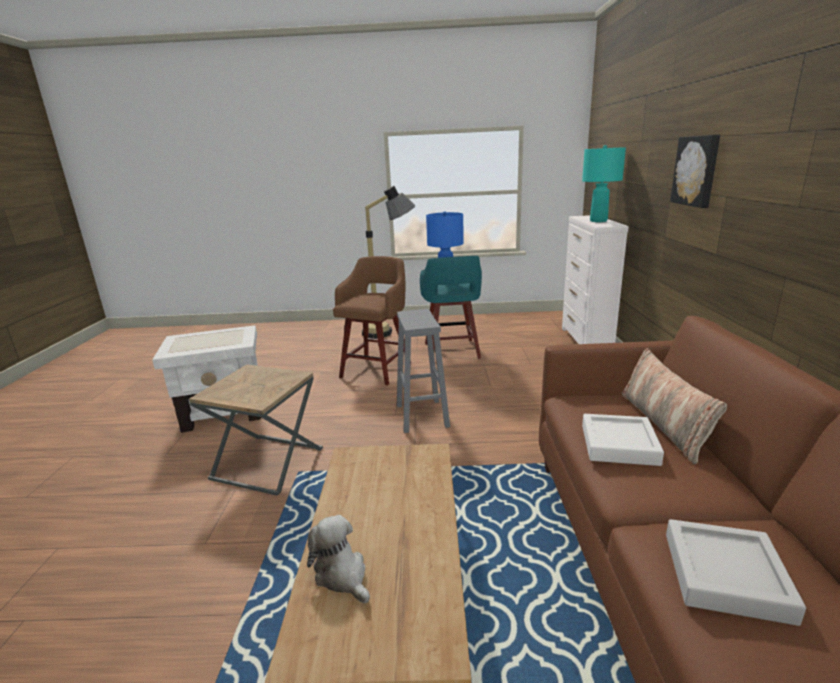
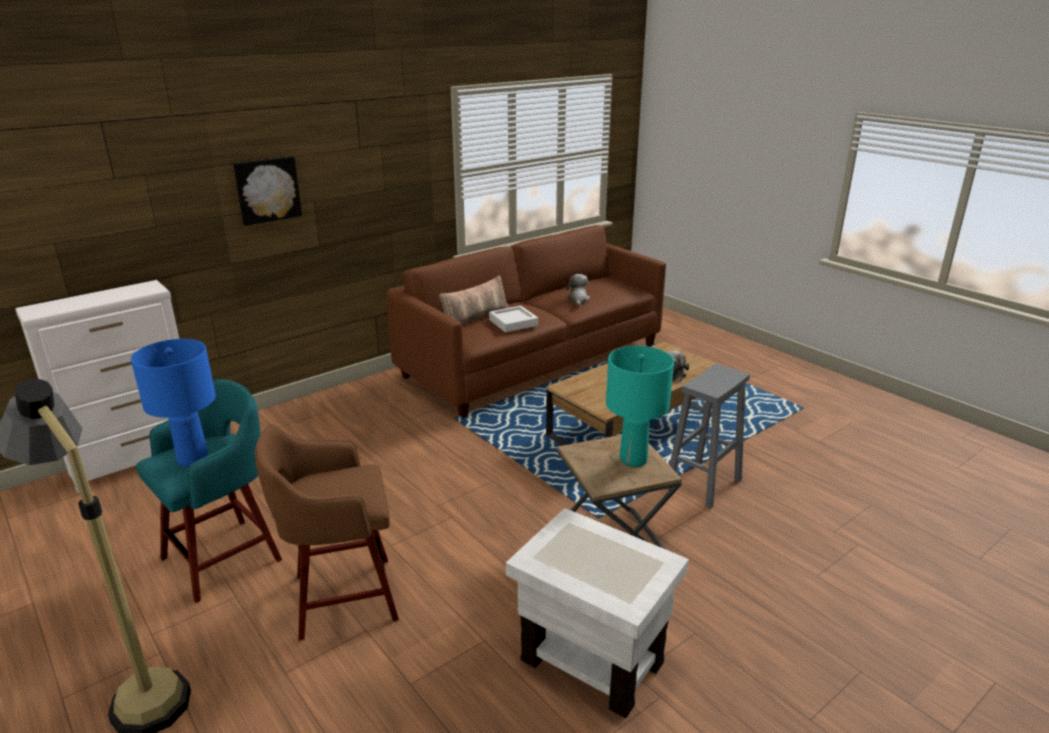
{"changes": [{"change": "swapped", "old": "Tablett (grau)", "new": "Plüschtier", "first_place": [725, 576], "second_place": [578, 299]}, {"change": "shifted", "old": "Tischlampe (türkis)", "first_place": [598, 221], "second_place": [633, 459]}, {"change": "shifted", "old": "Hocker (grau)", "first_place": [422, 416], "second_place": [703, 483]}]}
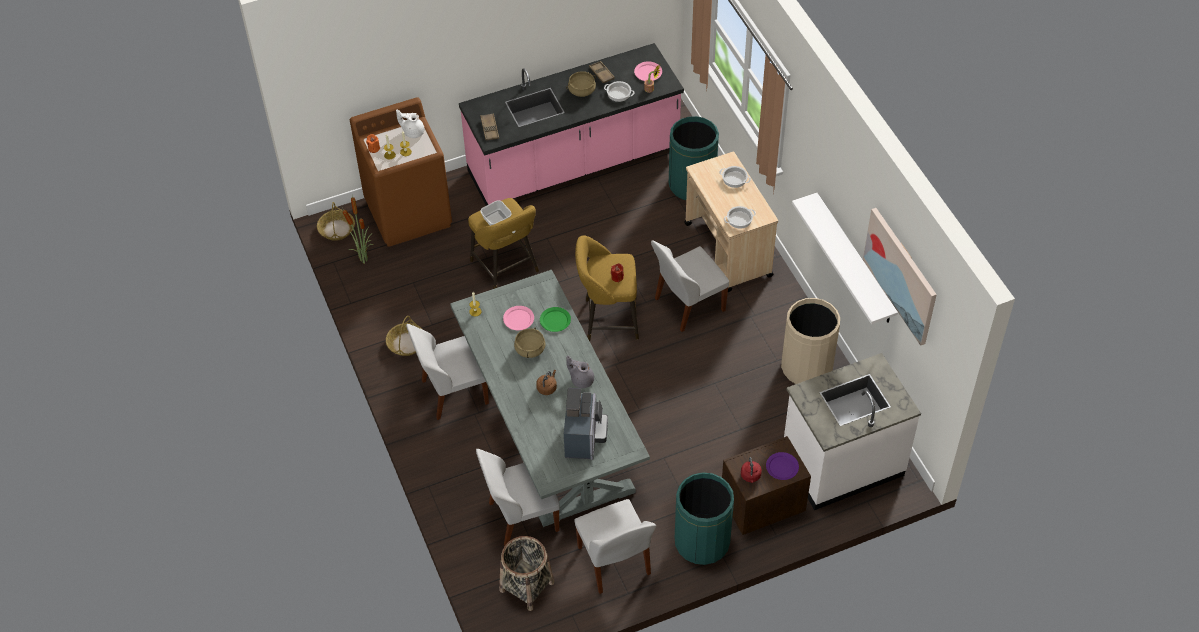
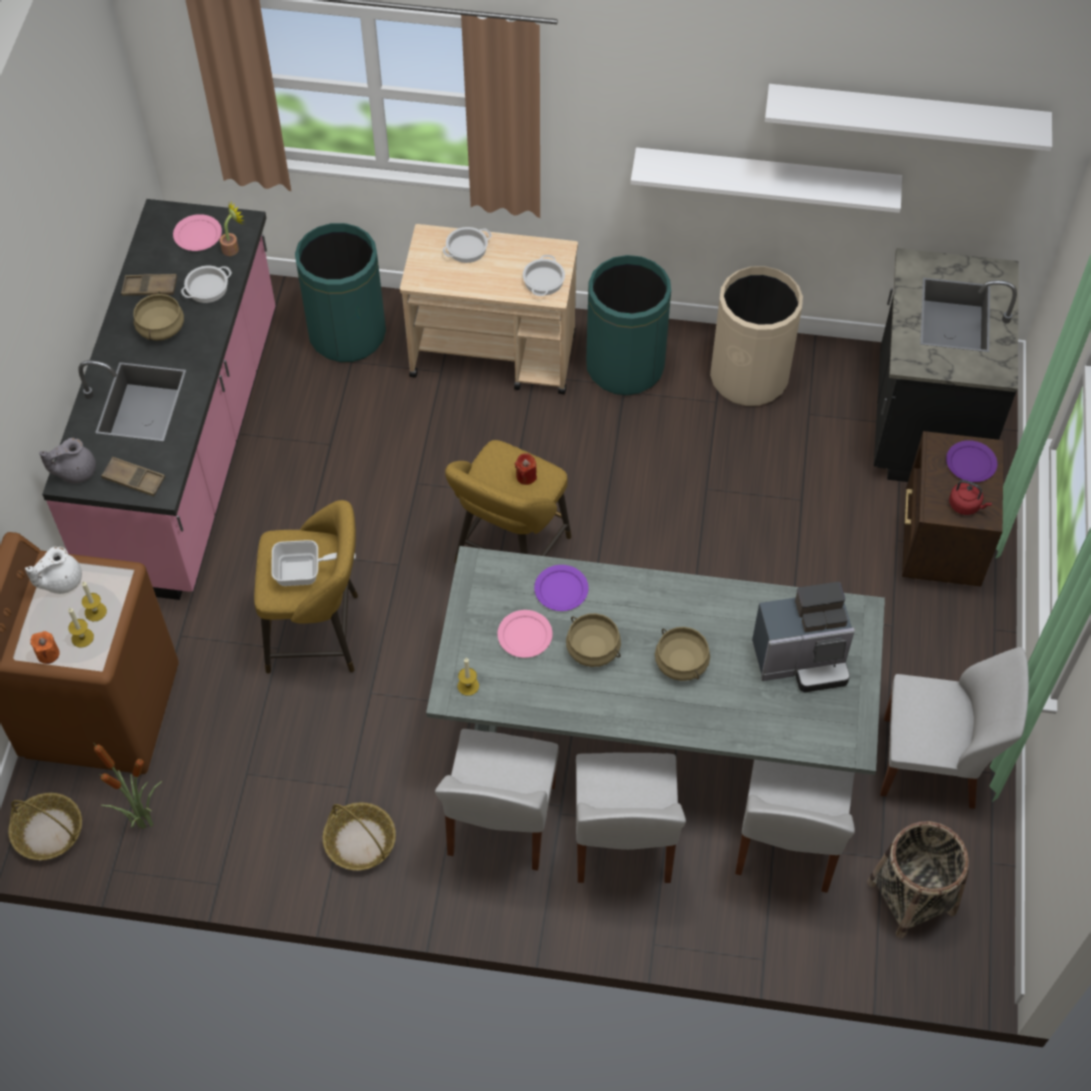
{"changes": [{"change": "shifted", "old": "Teekanne (grau)", "first_place": [581, 379], "second_place": [75, 471]}, {"change": "repainted", "old": "Teller (grün)", "new": "Teller (lila)", "first_place": [555, 320], "second_place": [561, 589]}, {"change": "shifted", "old": "Stuhl (weiß)", "first_place": [687, 305], "second_place": [623, 842]}, {"change": "shifted", "old": "Mülleimer (grün)", "first_place": [702, 542], "second_place": [625, 366]}, {"change": "swapped", "old": "Wasserkessel (braun)", "new": "Kochtopf (beige)", "first_place": [547, 387], "second_place": [681, 662]}, {"change": "rotated", "old": "Kaffeemaschine", "first_place": [584, 437], "second_place": [802, 660], "degrees": 135}, {"change": "swapped", "old": "Bild", "new": "Wandregal (weiß)", "first_place": [901, 275], "second_place": [905, 115]}, {"change": "repainted", "old": "Küchenzeile (weiß)", "new": "Küchenzeile (schwarz)", "first_place": [841, 463], "second_place": [924, 422]}]}
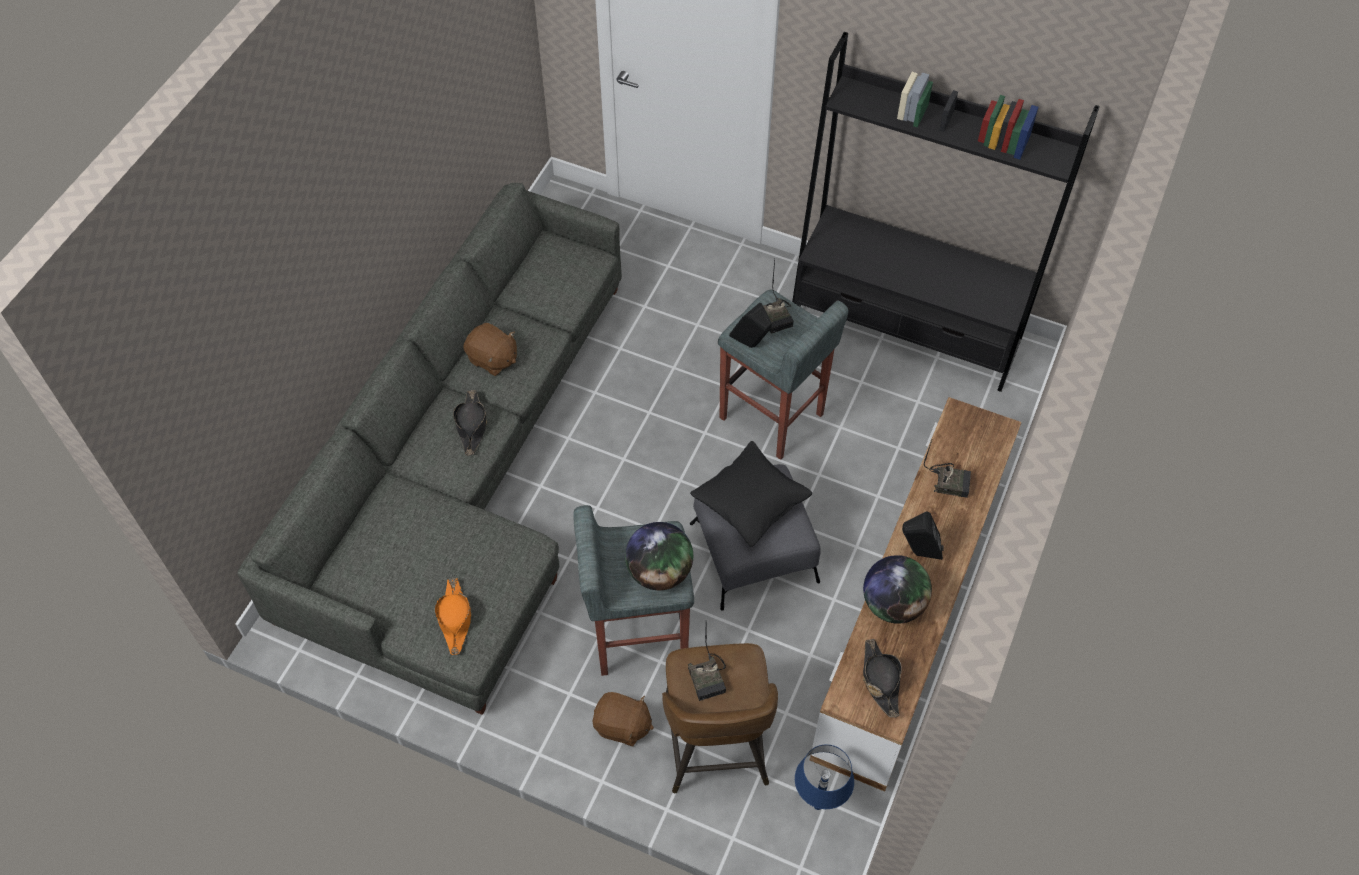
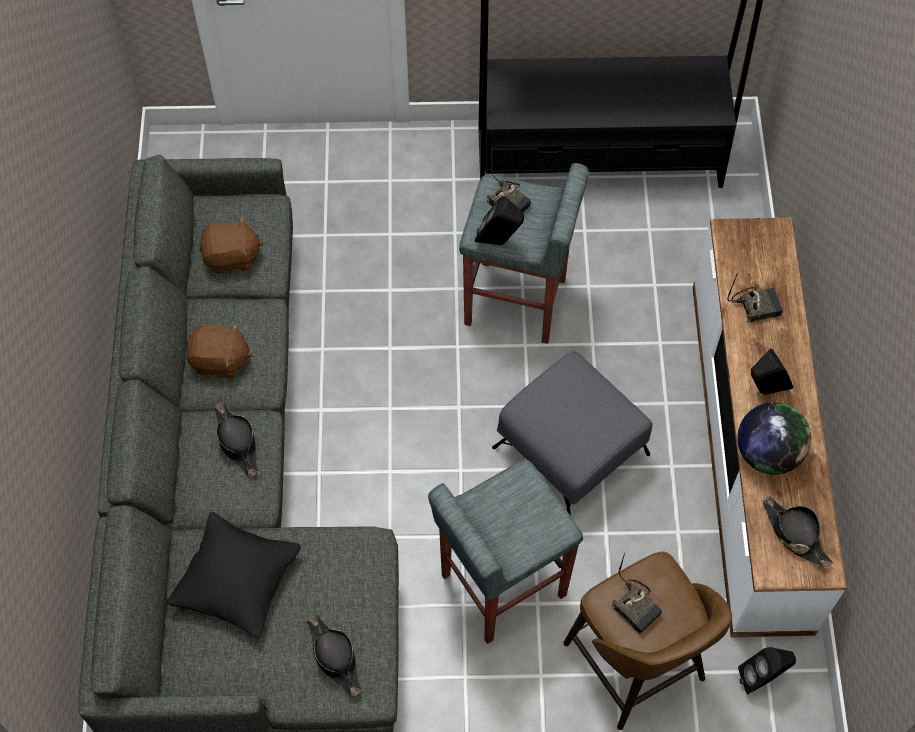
{"changes": [{"change": "shifted", "old": "Kissen (schwarz)", "first_place": [750, 501], "second_place": [236, 580]}, {"change": "shifted", "old": "Plüschtier (braun)", "first_place": [622, 726], "second_place": [232, 257]}, {"change": "repainted", "old": "Hut (orange)", "new": "Hut (schwarz)", "first_place": [455, 619], "second_place": [334, 657]}, {"change": "swapped", "old": "Tischlampe (blau)", "new": "Lautsprecher (schwarz)", "first_place": [818, 806], "second_place": [761, 678]}, {"change": "gone", "old": "Globus", "first_place": [659, 571]}]}
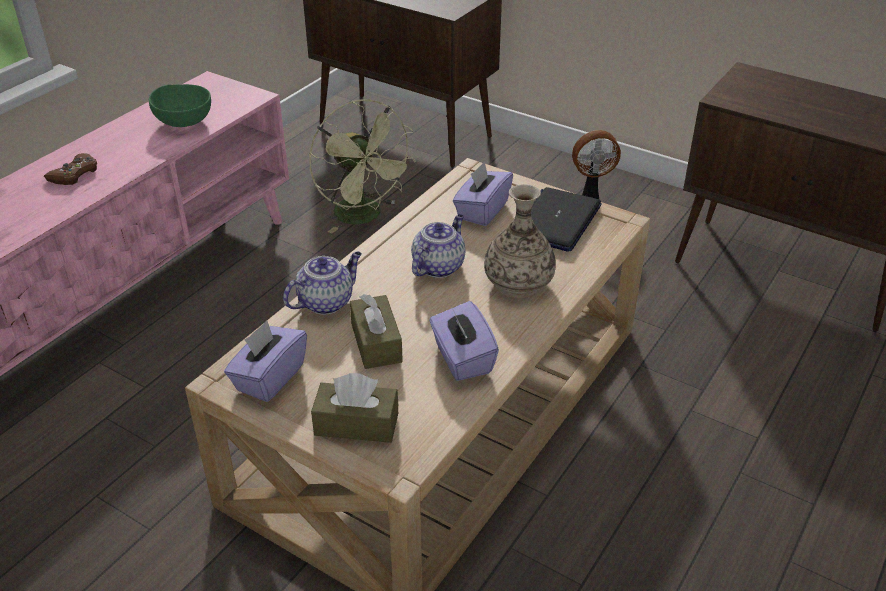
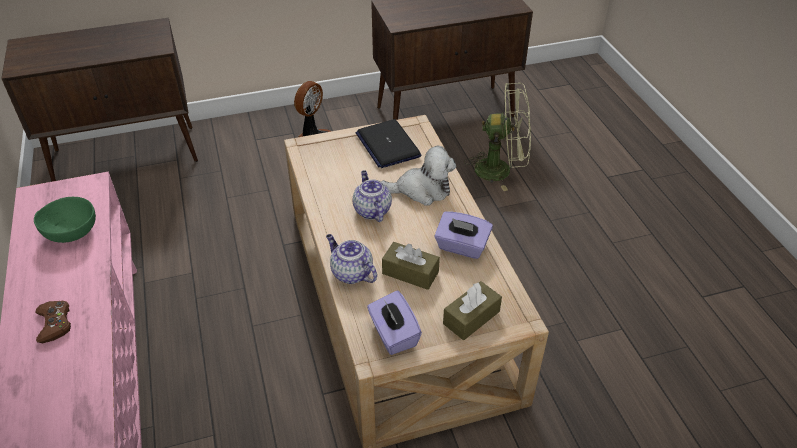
{"changes": [{"change": "rotated", "old": "Teekanne", "first_place": [326, 302], "second_place": [351, 273], "degrees": -45}, {"change": "swapped", "old": "Vase", "new": "Plüschtier", "first_place": [518, 283], "second_place": [422, 190]}, {"change": "shifted", "old": "Ventilator (grün)", "first_place": [365, 217], "second_place": [501, 170]}, {"change": "gone", "old": "Taschentuchbox (lila)", "first_place": [482, 211]}]}
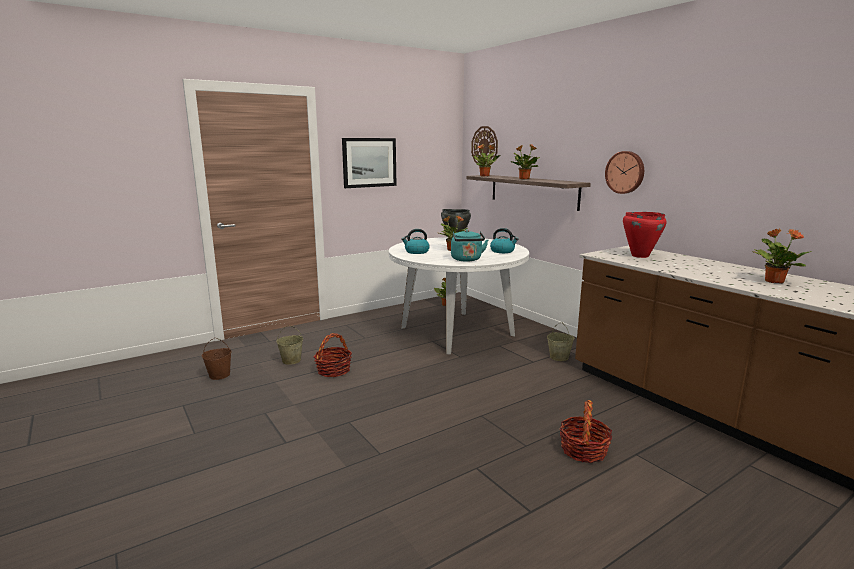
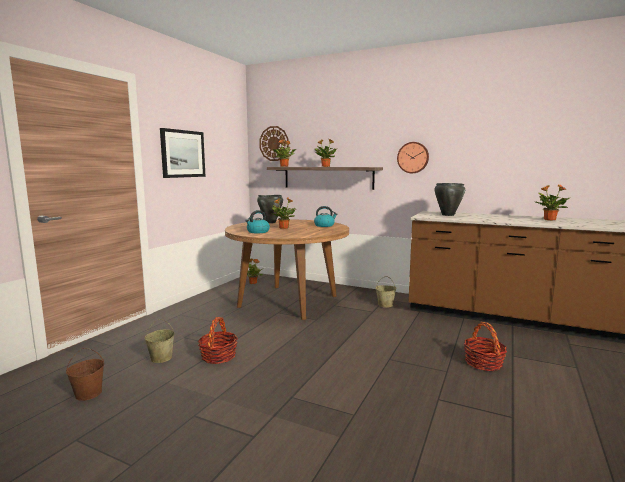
{"changes": [{"change": "repainted", "old": "Esstisch (weiß)", "new": "Esstisch (braun)", "first_place": [456, 331], "second_place": [288, 301]}, {"change": "repainted", "old": "Kochtopf (rot)", "new": "Kochtopf (schwarz)", "first_place": [639, 256], "second_place": [447, 215]}, {"change": "gone", "old": "Wasserkessel (türkis)", "first_place": [467, 260]}]}
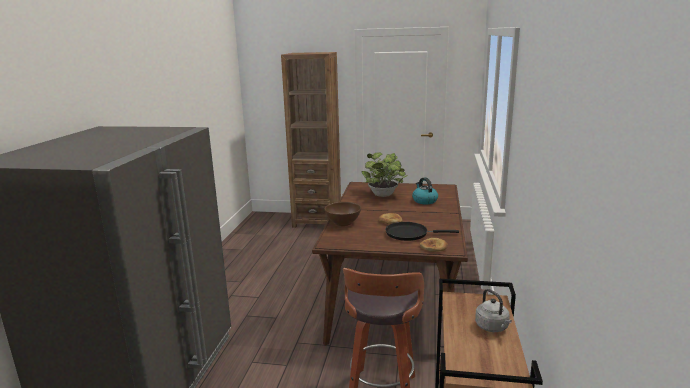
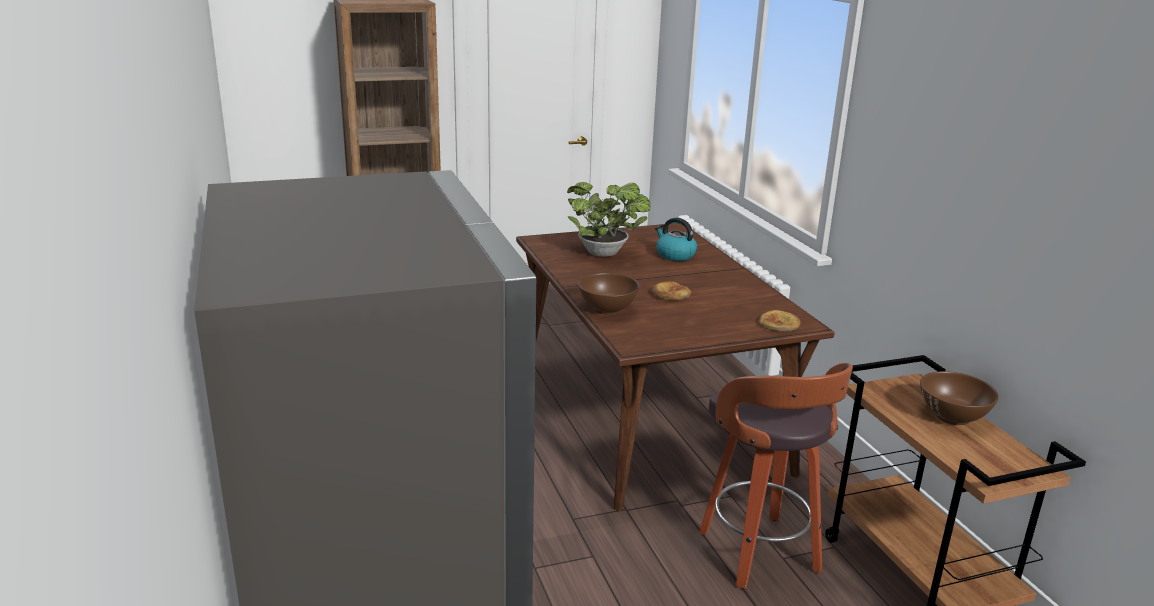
{"changes": [{"change": "swapped", "old": "Wasserkessel (grau)", "new": "Schüssel (braun)", "first_place": [493, 327], "second_place": [953, 416]}, {"change": "gone", "old": "Pfanne (schwarz)", "first_place": [410, 234]}]}
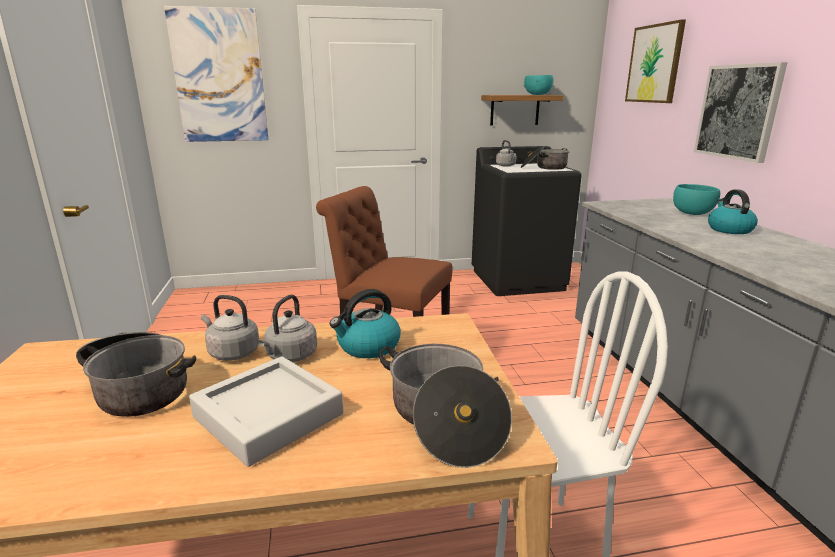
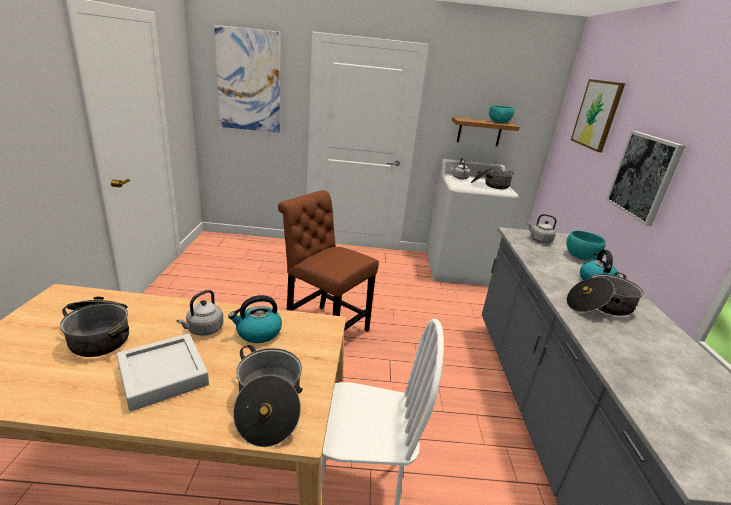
{"changes": [{"change": "repainted", "old": "Waschmaschine (schwarz)", "new": "Waschmaschine (weiß)", "first_place": [518, 280], "second_place": [458, 269]}, {"change": "shifted", "old": "Wasserkessel (grau)", "first_place": [232, 352], "second_place": [539, 240]}, {"change": "new", "new": "Kochtopf", "second_place": [599, 306]}]}
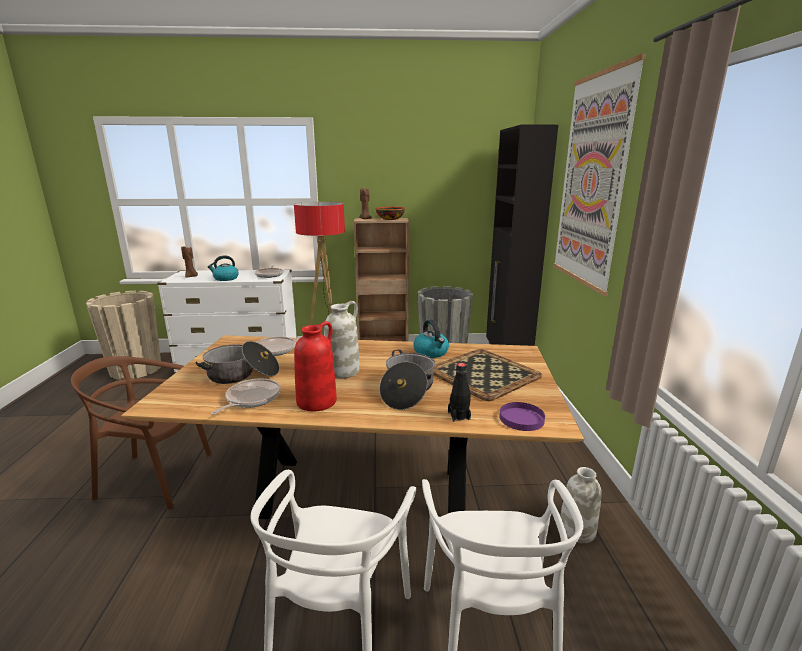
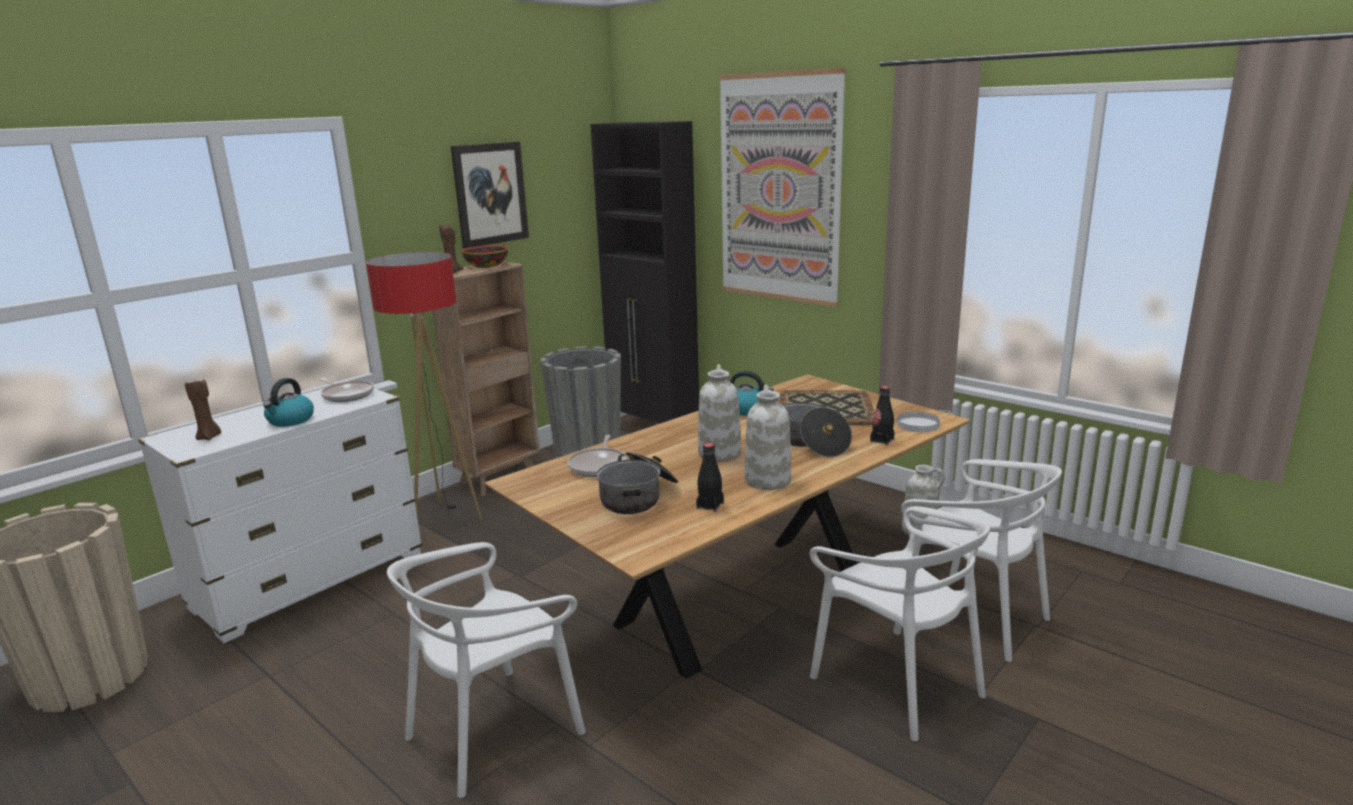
{"changes": [{"change": "repainted", "old": "Stuhl (braun)", "new": "Stuhl (weiß)", "first_place": [156, 478], "second_place": [494, 730]}, {"change": "new", "new": "Bild", "second_place": [490, 194]}, {"change": "swapped", "old": "Pfanne", "new": "Flasche (schwarz)", "first_place": [251, 399], "second_place": [710, 505]}, {"change": "repainted", "old": "Vase (rot)", "new": "Vase (weiß)", "first_place": [317, 401], "second_place": [767, 480]}, {"change": "repainted", "old": "Teller (lila)", "new": "Teller (weiß)", "first_place": [521, 419], "second_place": [918, 424]}]}
